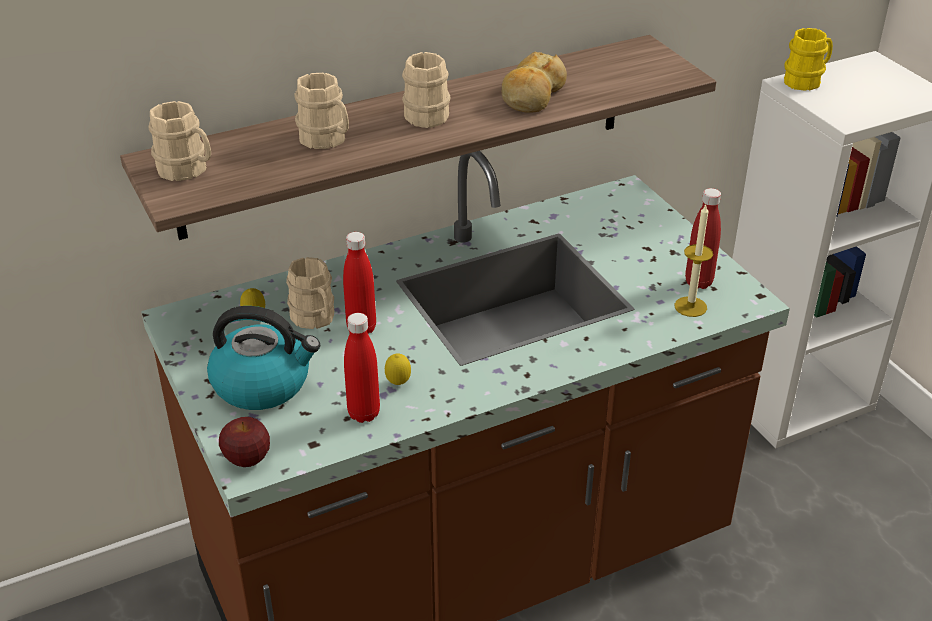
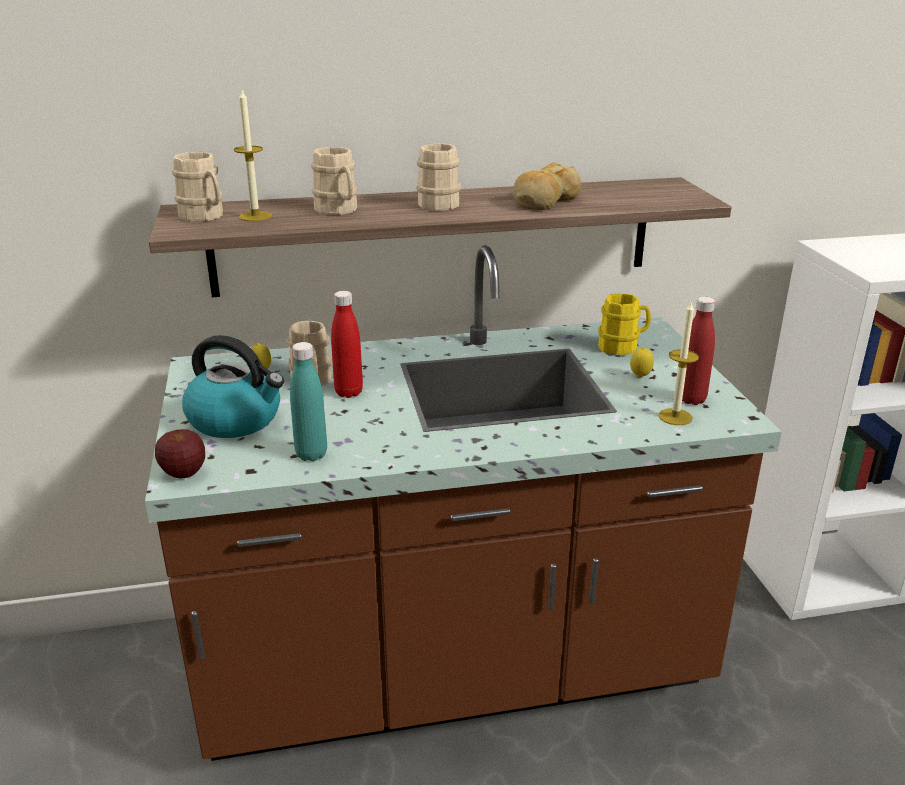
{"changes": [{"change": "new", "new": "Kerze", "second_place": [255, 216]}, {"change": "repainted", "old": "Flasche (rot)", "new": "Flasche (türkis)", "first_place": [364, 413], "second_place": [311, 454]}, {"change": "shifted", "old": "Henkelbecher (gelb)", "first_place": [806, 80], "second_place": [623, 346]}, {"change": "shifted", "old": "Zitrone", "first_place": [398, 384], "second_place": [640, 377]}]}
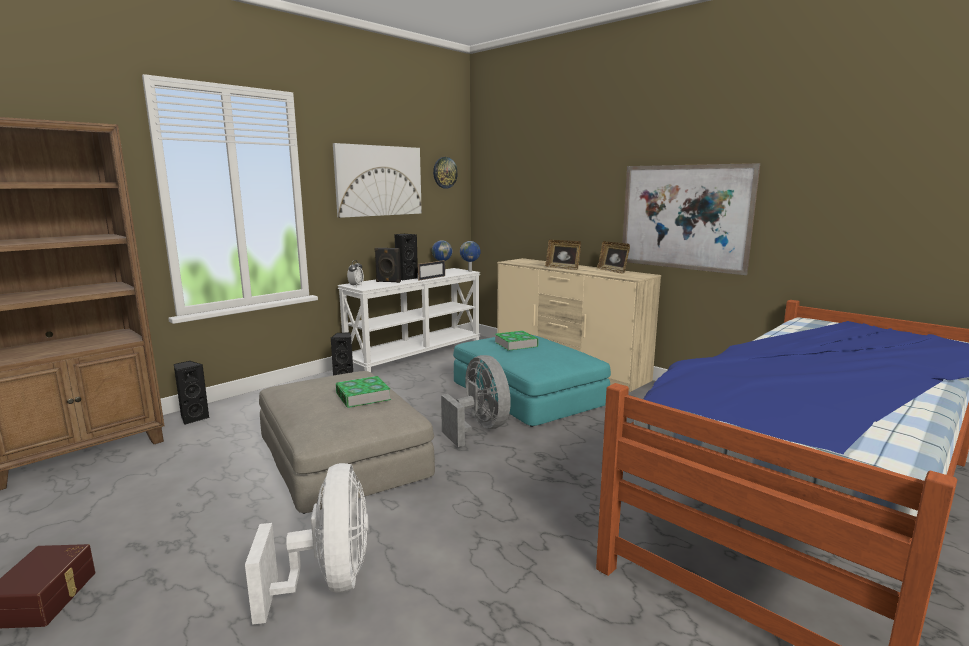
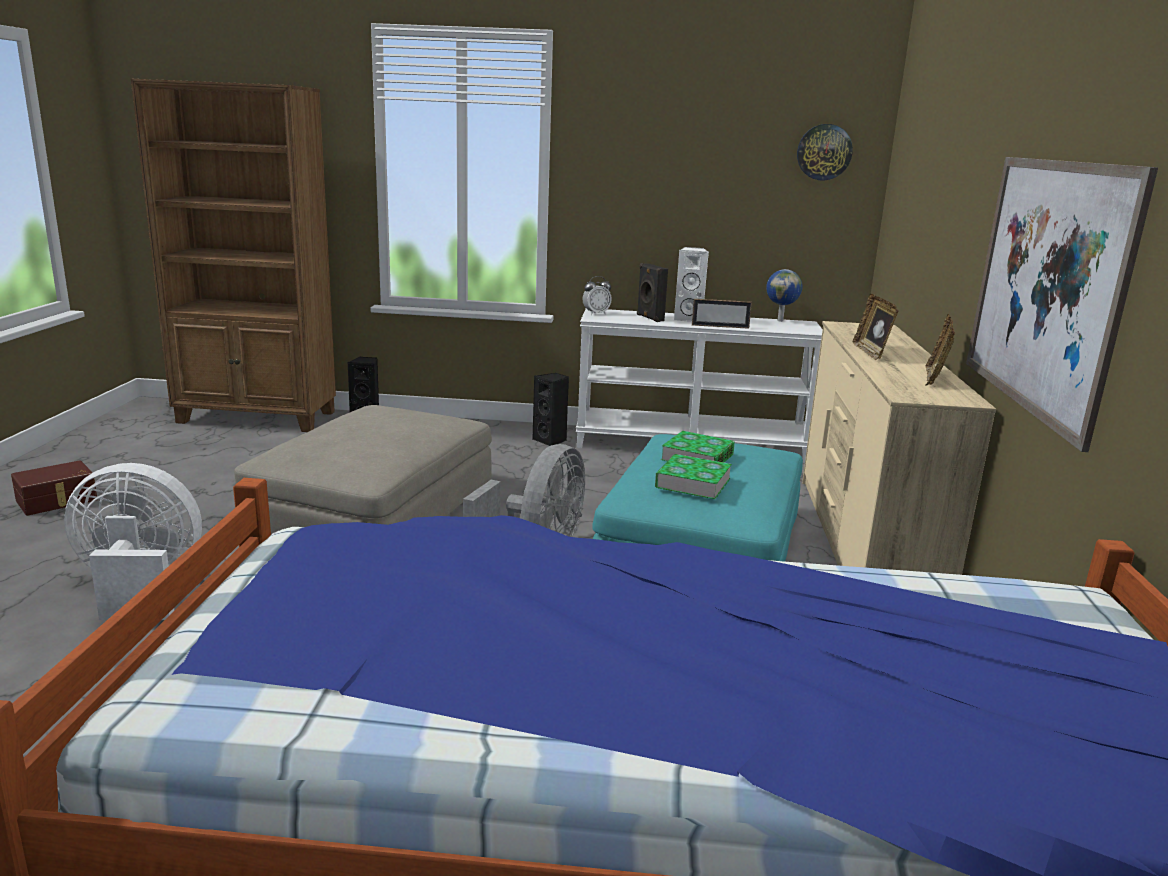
{"changes": [{"change": "rotated", "old": "Ventilator (weiß)", "first_place": [329, 582], "second_place": [140, 589], "degrees": -135}, {"change": "shifted", "old": "Buch", "first_place": [363, 396], "second_place": [693, 483]}, {"change": "repainted", "old": "Lautsprecher (schwarz)", "new": "Lautsprecher (weiß)", "first_place": [406, 278], "second_place": [688, 319]}, {"change": "gone", "old": "Bild", "first_place": [379, 181]}, {"change": "gone", "old": "Globus", "first_place": [470, 271]}]}
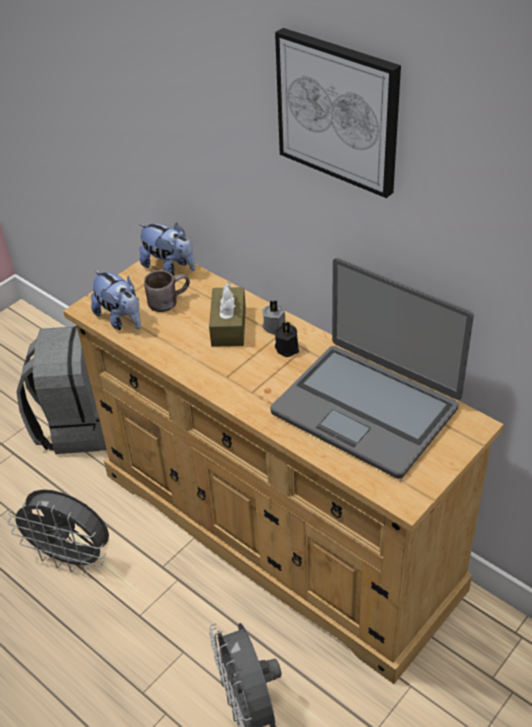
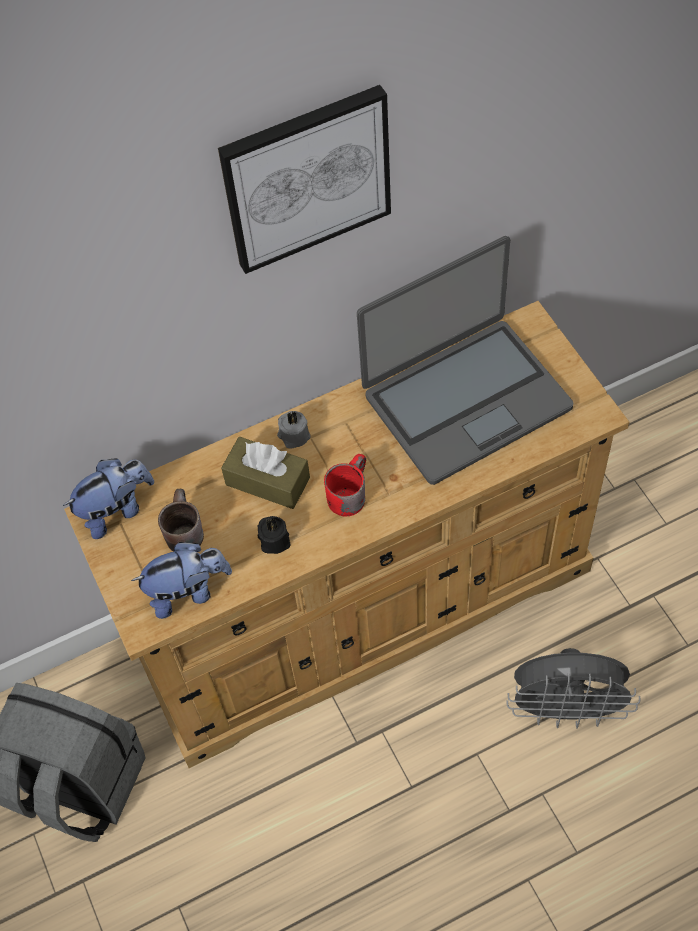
{"changes": [{"change": "shifted", "old": "Kerze (schwarz)", "first_place": [287, 347], "second_place": [274, 540]}, {"change": "new", "new": "Henkelbecher (rot)", "second_place": [347, 493]}, {"change": "gone", "old": "Ventilator (grau)", "first_place": [72, 558]}]}
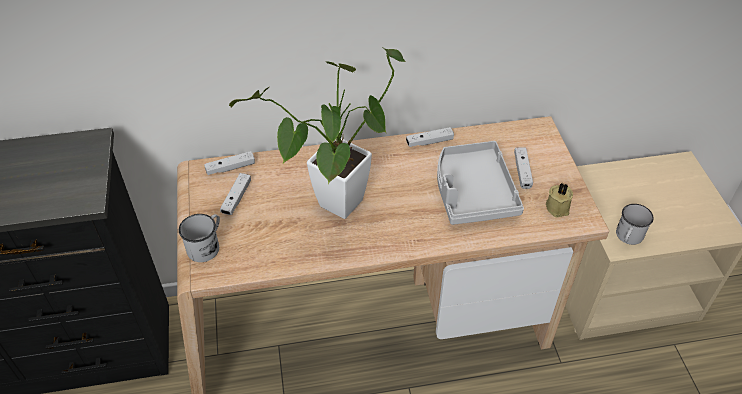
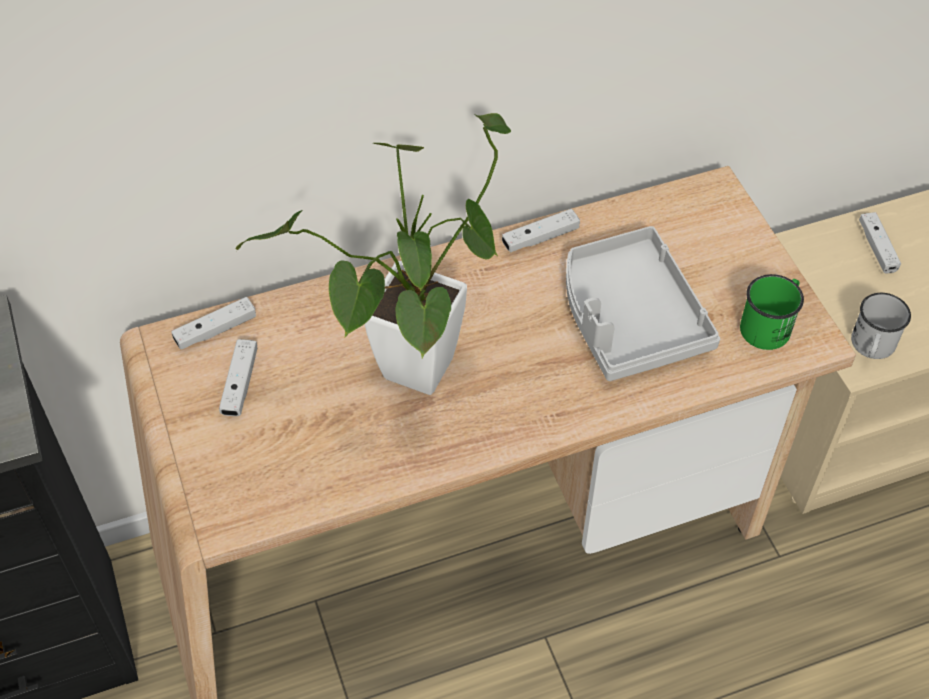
{"changes": [{"change": "swapped", "old": "Kerze (beige)", "new": "Henkelbecher (grün)", "first_place": [558, 207], "second_place": [770, 325]}, {"change": "shifted", "old": "Gamepad (weiß)", "first_place": [522, 171], "second_place": [877, 248]}, {"change": "gone", "old": "Henkelbecher (weiß)", "first_place": [207, 246]}]}
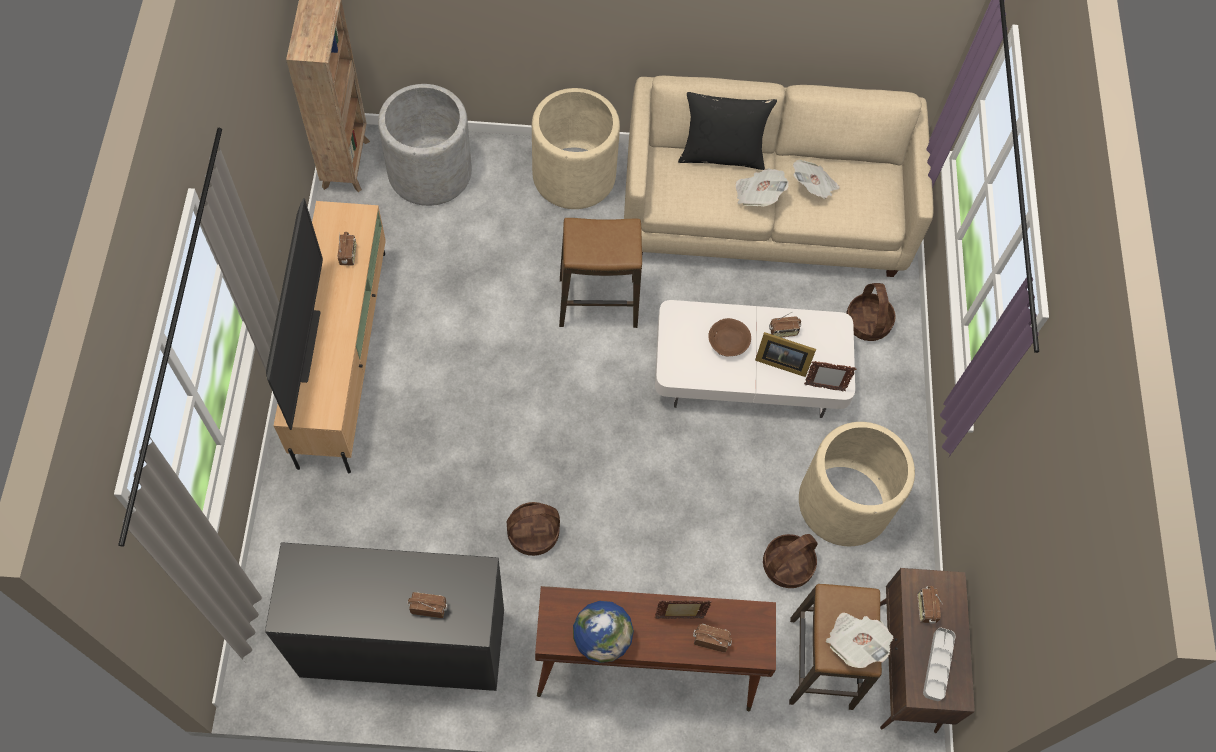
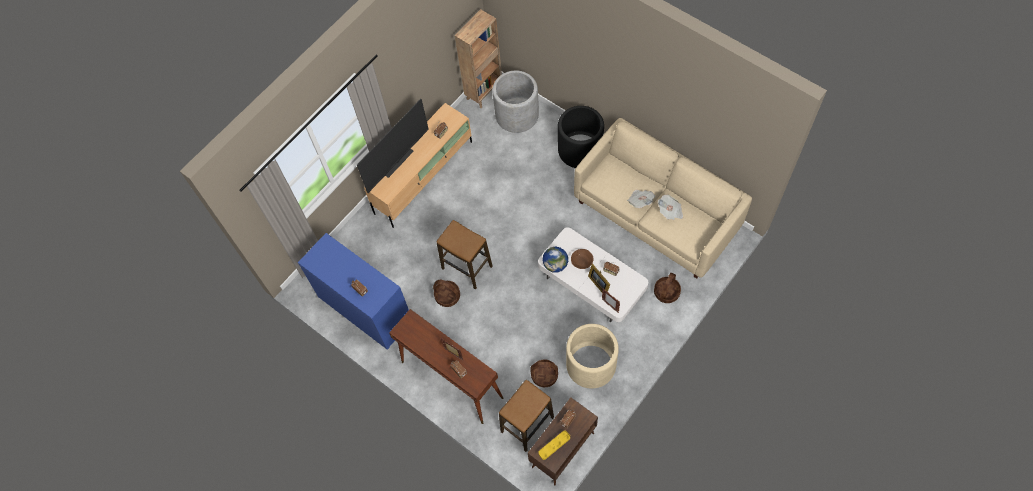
{"changes": [{"change": "repainted", "old": "Kommode (schwarz)", "new": "Kommode (blau)", "first_place": [403, 644], "second_place": [365, 309]}, {"change": "shifted", "old": "Hocker", "first_place": [597, 303], "second_place": [466, 267]}, {"change": "repainted", "old": "Tablett (grau)", "new": "Tablett (gelb)", "first_place": [938, 665], "second_place": [554, 445]}, {"change": "shifted", "old": "Globus", "first_place": [601, 639], "second_place": [555, 265]}, {"change": "repainted", "old": "Pflanzkübel (beige)", "new": "Pflanzkübel (schwarz)", "first_place": [574, 175], "second_place": [580, 150]}, {"change": "gone", "old": "Kissen (schwarz)", "first_place": [721, 154]}, {"change": "gone", "old": "Zeitung", "first_place": [855, 642]}]}
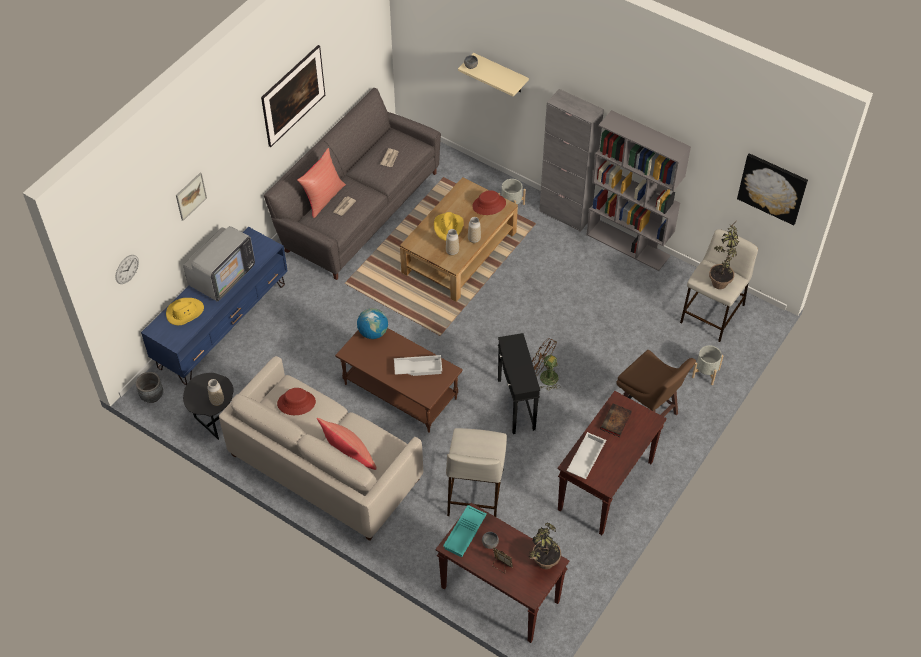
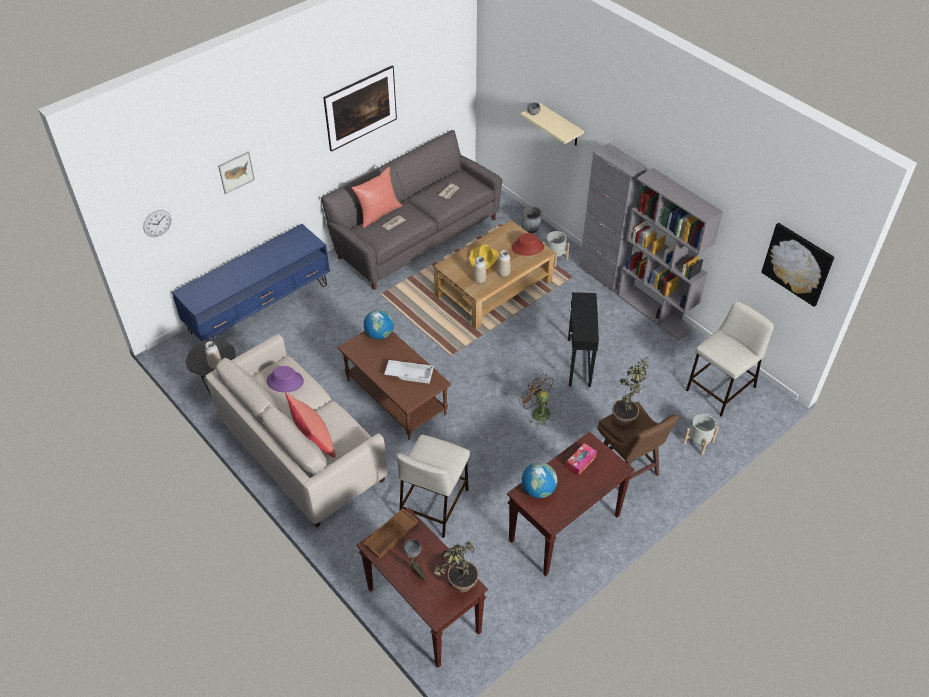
{"changes": [{"change": "repainted", "old": "Hut (rot)", "new": "Hut (lila)", "first_place": [296, 403], "second_place": [285, 381]}, {"change": "repainted", "old": "Tablett (türkis)", "new": "Tablett (braun)", "first_place": [465, 534], "second_place": [391, 536]}, {"change": "shifted", "old": "Pflanzkübel (grau)", "first_place": [152, 396], "second_place": [530, 228]}, {"change": "swapped", "old": "Tablett (weiß)", "new": "Globus", "first_place": [585, 458], "second_place": [538, 490]}, {"change": "swapped", "old": "Buch", "new": "Taschentuchbox", "first_place": [615, 422], "second_place": [580, 462]}, {"change": "shifted", "old": "Beistelltisch (schwarz)", "first_place": [516, 405], "second_place": [578, 362]}, {"change": "shifted", "old": "Topfpflanze", "first_place": [720, 279], "second_place": [626, 416]}, {"change": "gone", "old": "Hut (gelb)", "first_place": [185, 312]}, {"change": "gone", "old": "Fernseher", "first_place": [222, 276]}]}
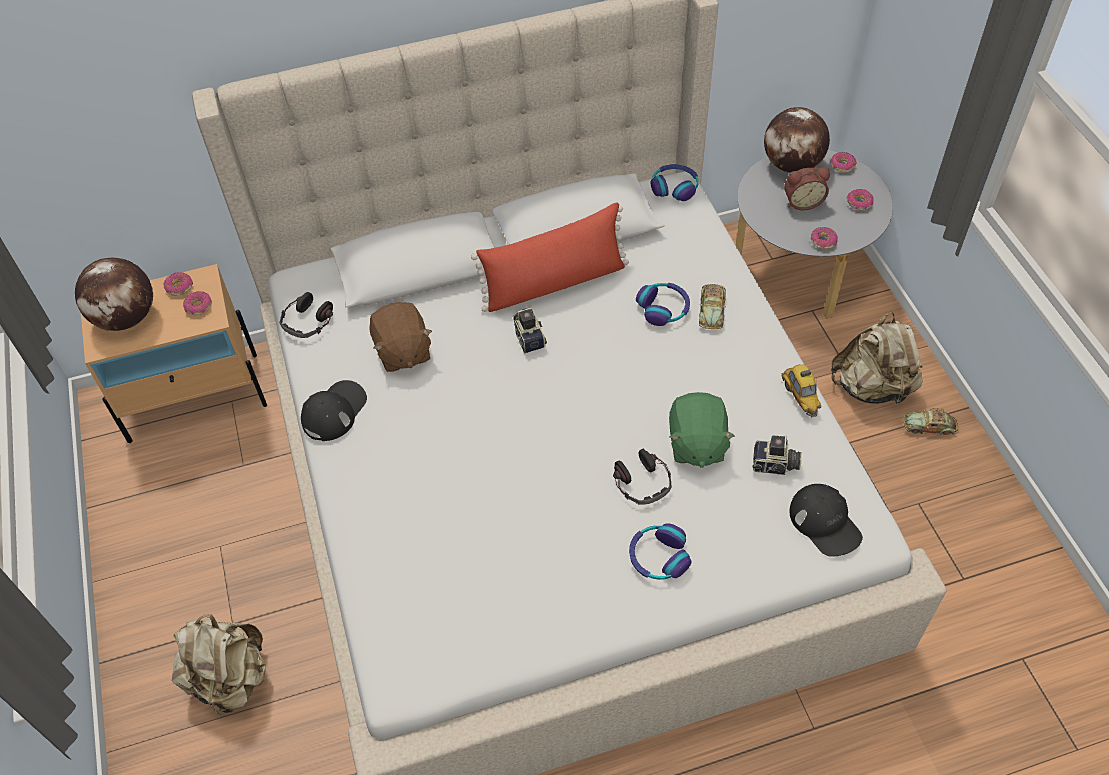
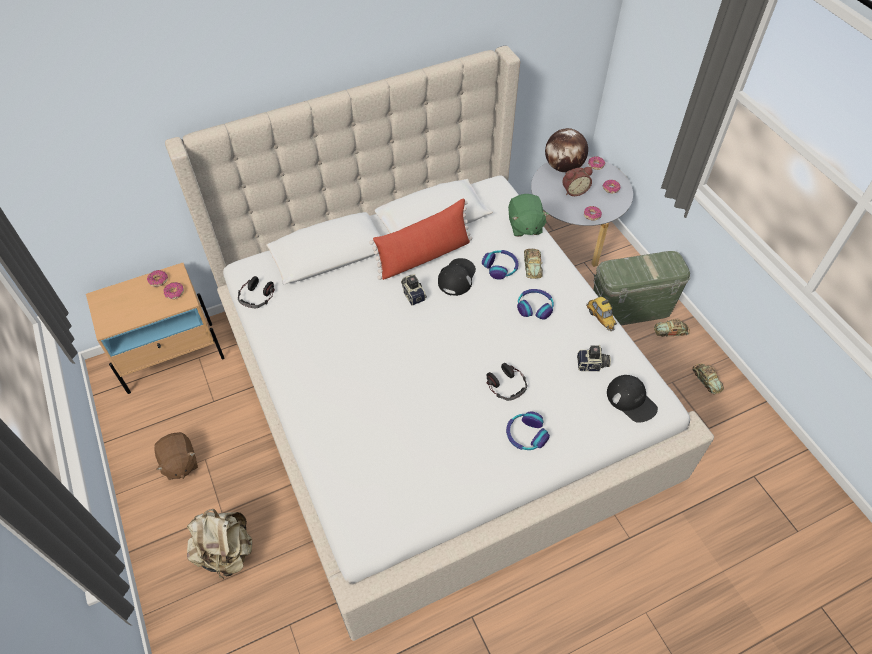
{"changes": [{"change": "shifted", "old": "Plüschtier (braun)", "first_place": [402, 352], "second_place": [179, 463]}, {"change": "shifted", "old": "Kappe (schwarz)", "first_place": [334, 411], "second_place": [457, 277]}, {"change": "shifted", "old": "Plüschtier (grün)", "first_place": [696, 444], "second_place": [524, 226]}, {"change": "shifted", "old": "Kopfhörer", "first_place": [674, 187], "second_place": [534, 307]}, {"change": "swapped", "old": "Rucksack (beige)", "new": "Aufbewahrungsbox (grün)", "first_place": [872, 387], "second_place": [630, 309]}, {"change": "new", "new": "Spielzeugauto", "second_place": [706, 380]}, {"change": "gone", "old": "Globus", "first_place": [127, 318]}]}
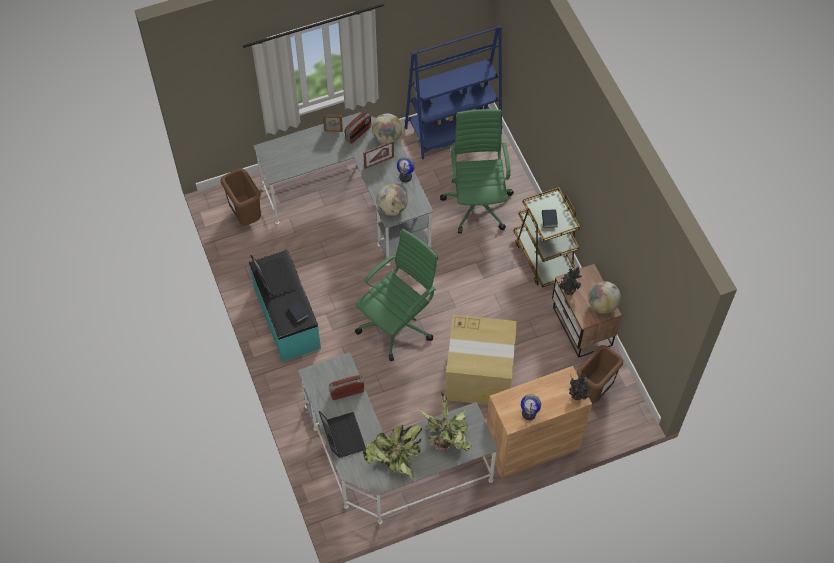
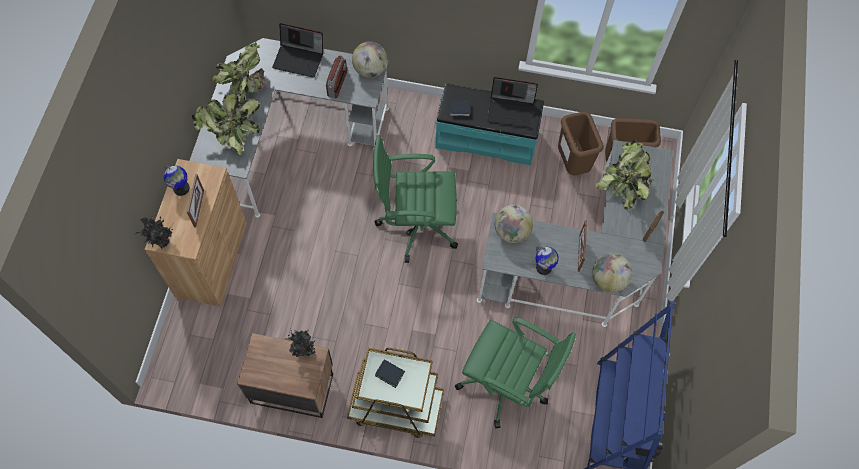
{"changes": [{"change": "new", "new": "Bilderrahmen", "second_place": [199, 208]}, {"change": "shifted", "old": "Globus", "first_place": [602, 305], "second_place": [370, 70]}, {"change": "rotated", "old": "Bürostuhl (grün)", "first_place": [398, 323], "second_place": [416, 223], "degrees": 105}, {"change": "shifted", "old": "Mülleimer (braun)", "first_place": [594, 392], "second_place": [571, 163]}, {"change": "new", "new": "Topfpflanze", "second_place": [623, 185]}, {"change": "gone", "old": "Radio", "first_place": [358, 133]}, {"change": "gone", "old": "Karton", "first_place": [480, 375]}]}
